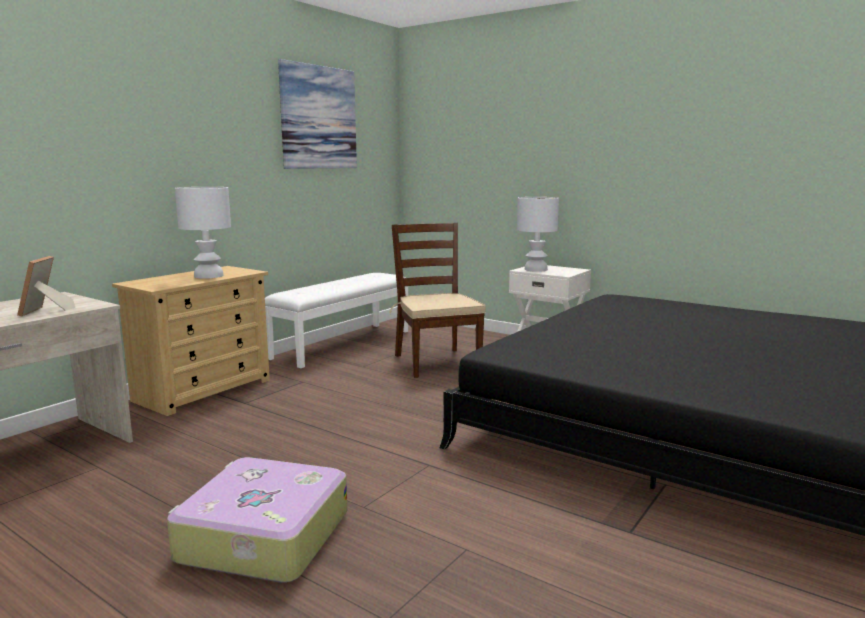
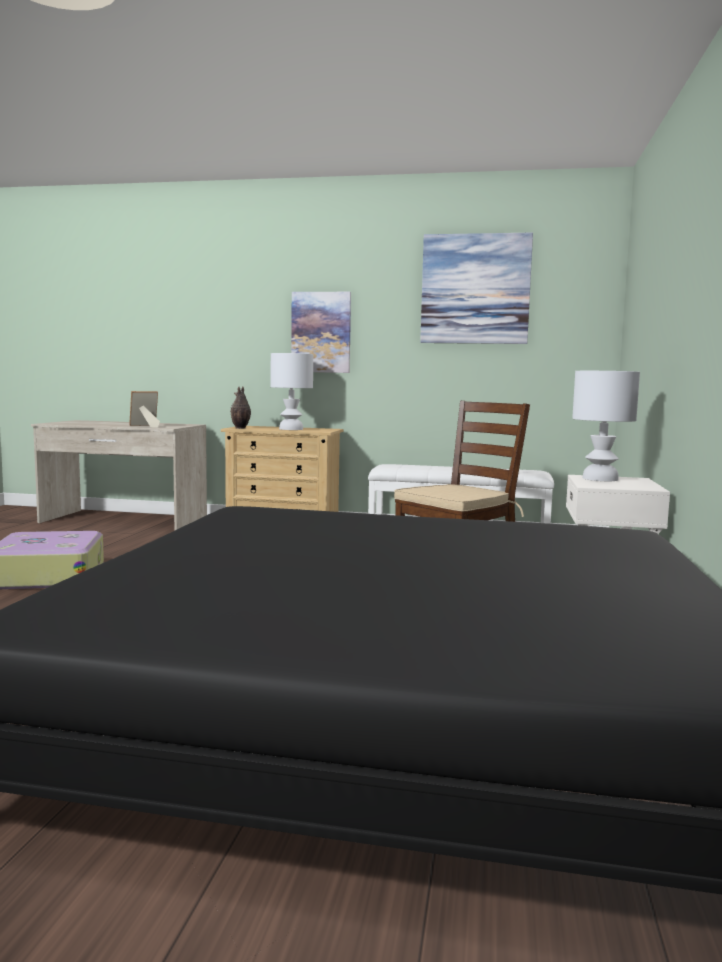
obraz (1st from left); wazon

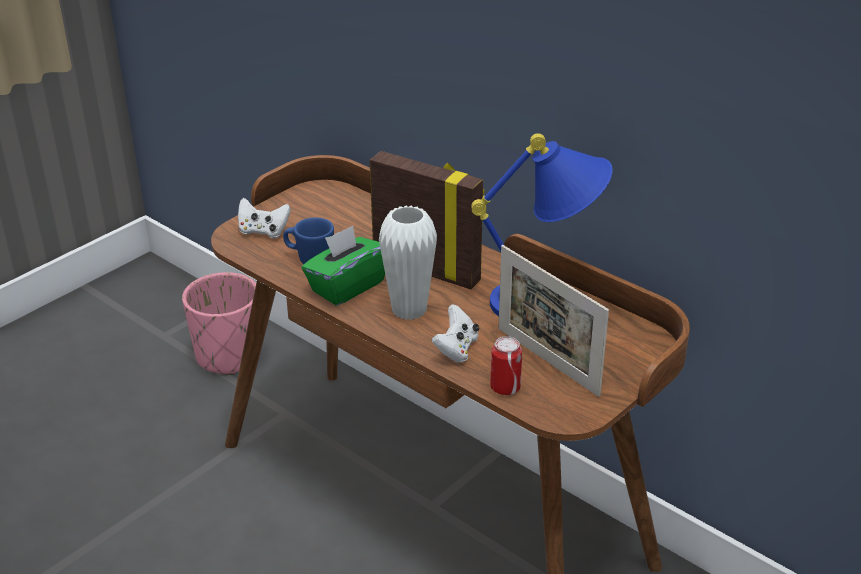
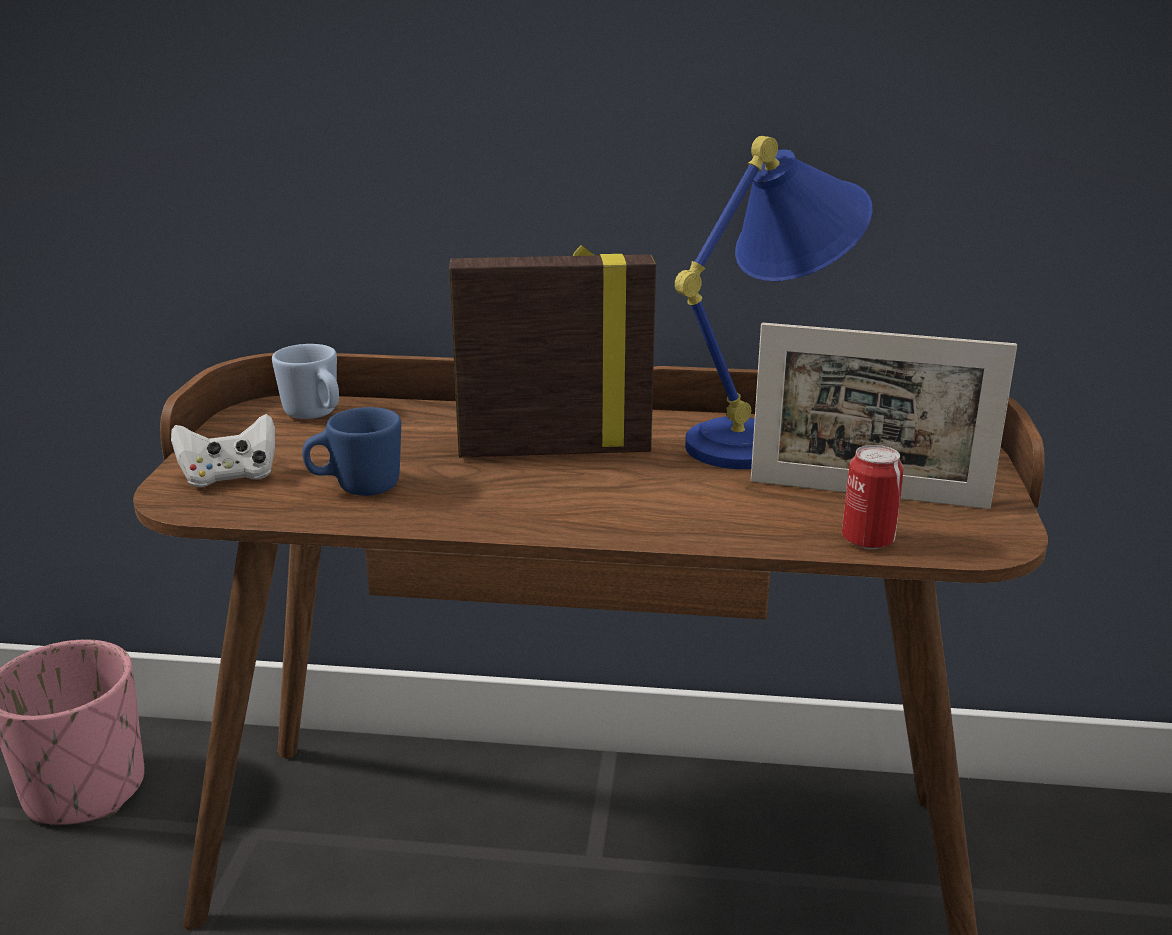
wazon/biały; pudełko chusteczek/zielony; pad do gier/biały (2nd from left in the first image); kubek/niebieski (1st from left)

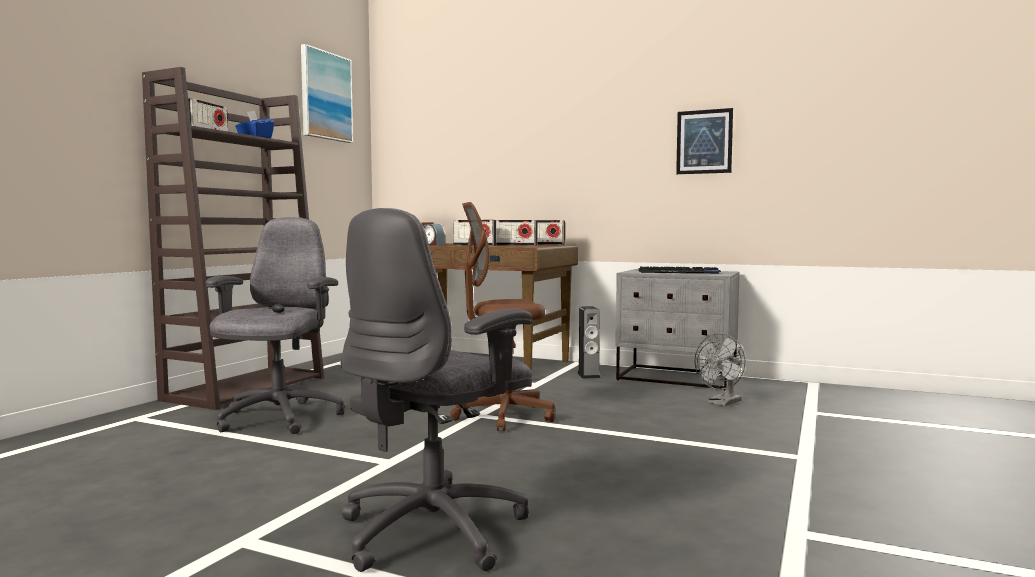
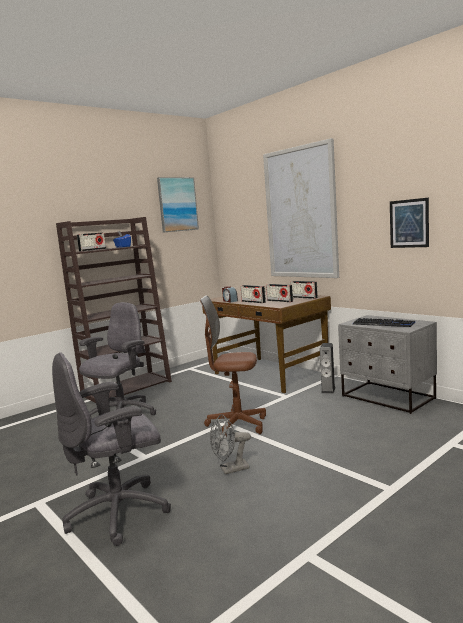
wentylator/szary; obraz (2nd from left)

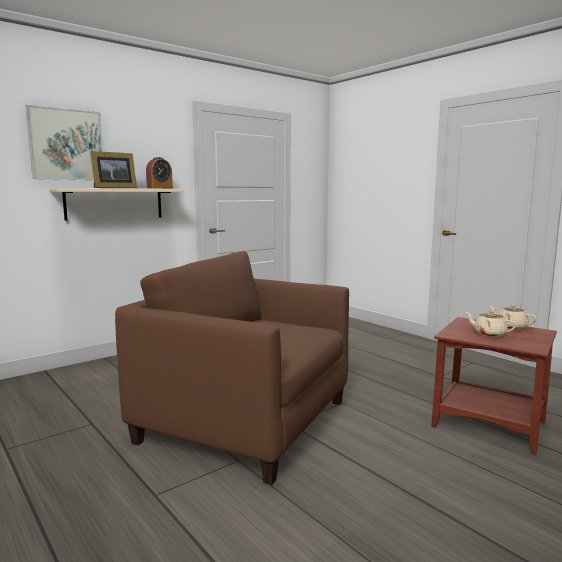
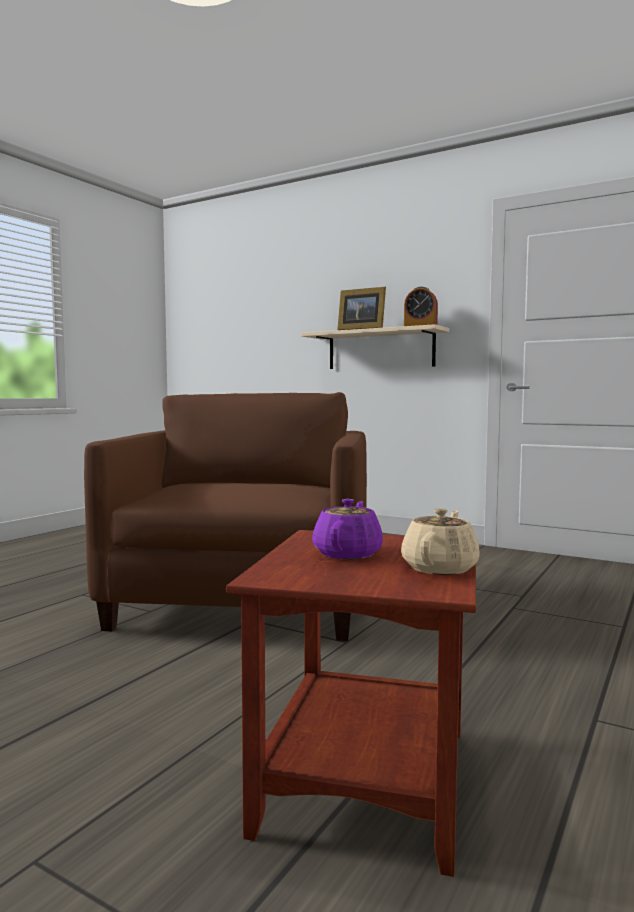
obraz; imbryk/fioletowy

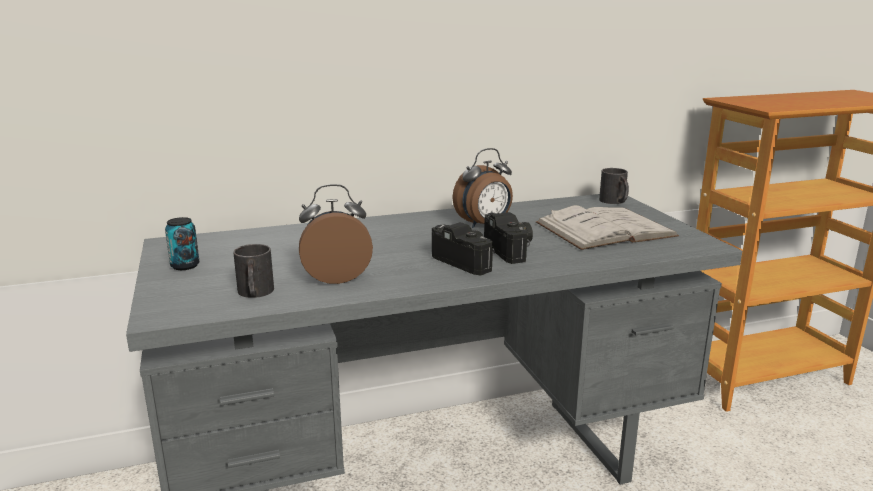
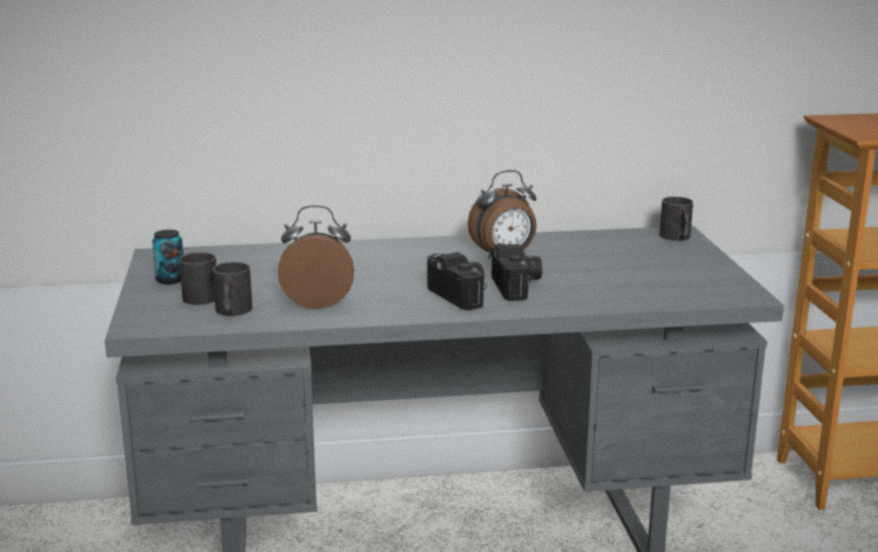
książka/biały; kubek/czarny (1st from left)

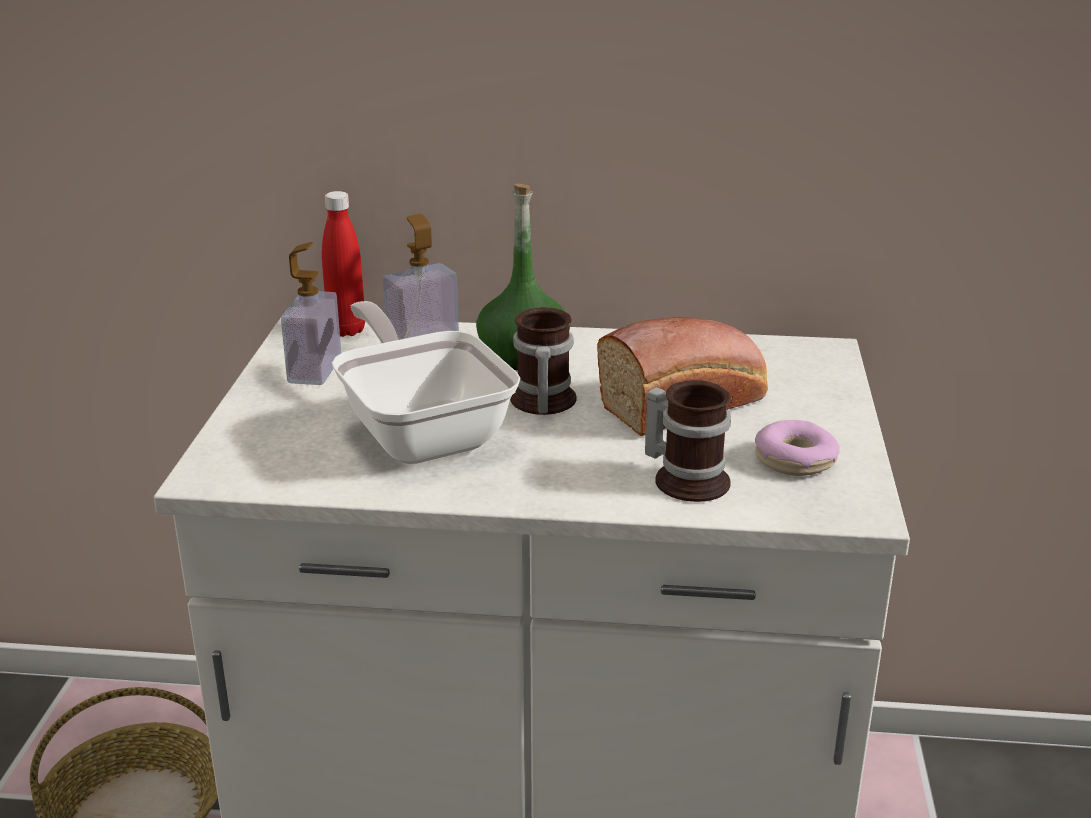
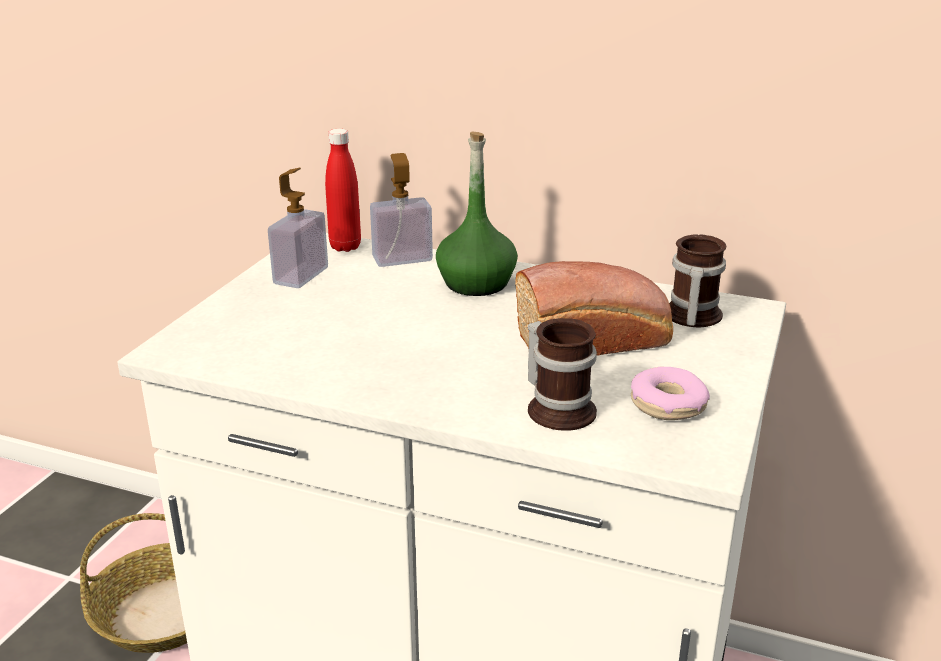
patelnia; kubek (2nd from left)

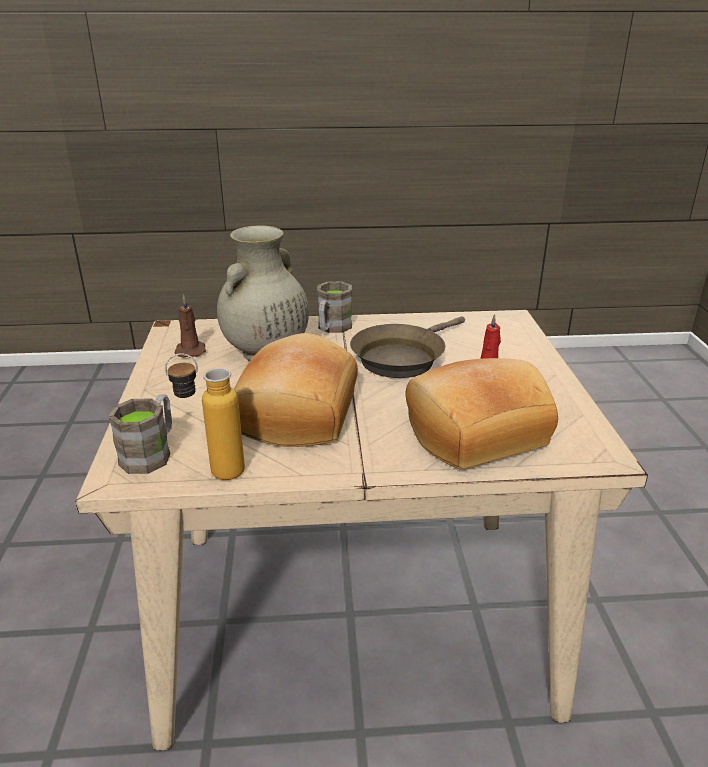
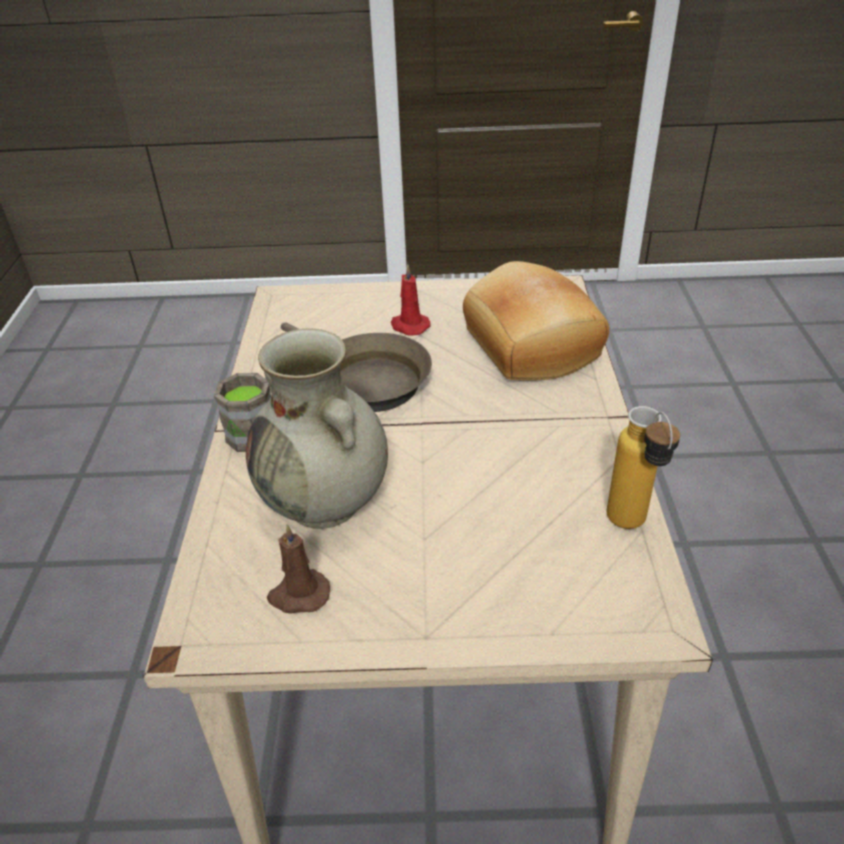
chleb (1st from left in the first image); kubek/brązowy (1st from left in the first image)

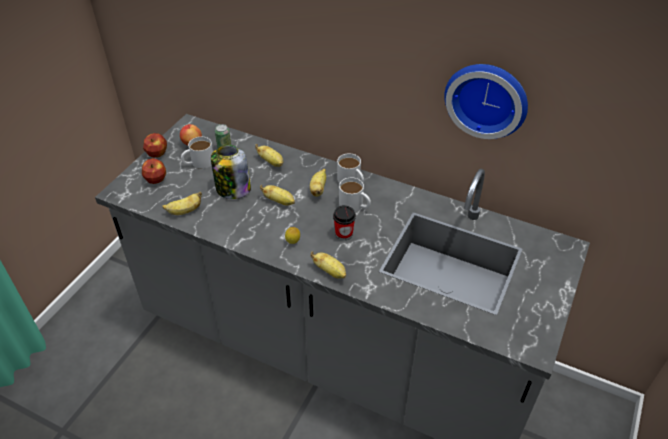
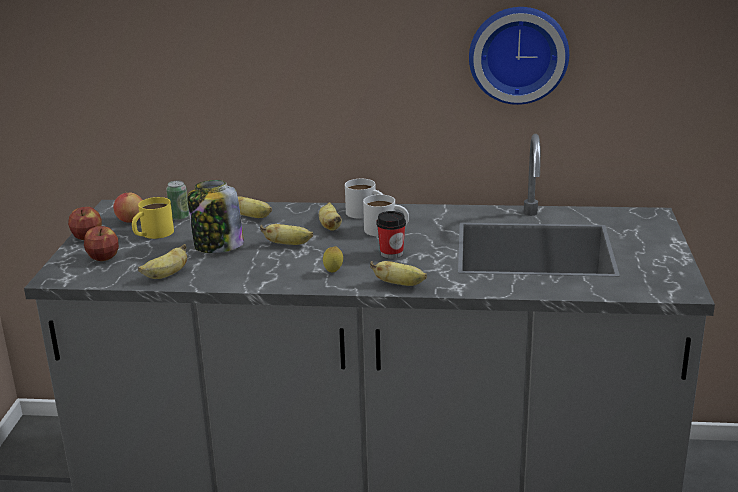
kubek/żółty

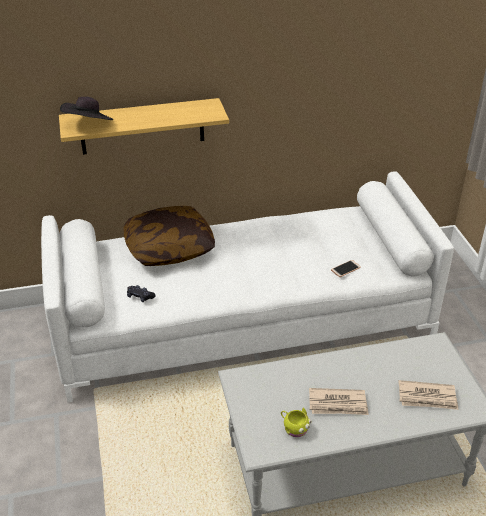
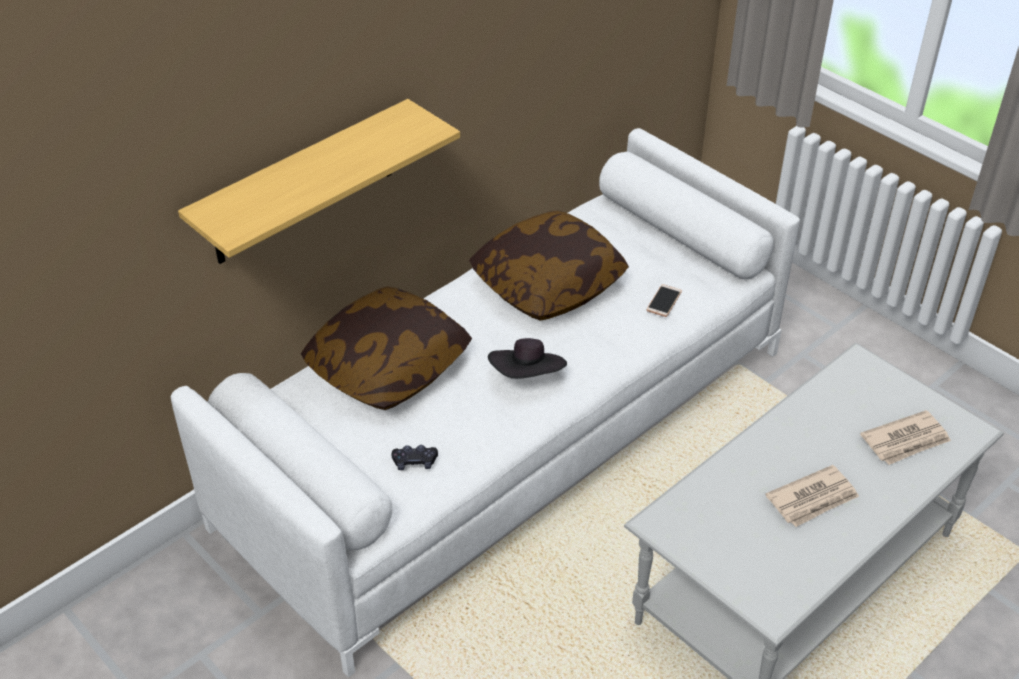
kapelusz/czarny; kubek/żółty; poduszka (2nd from left)

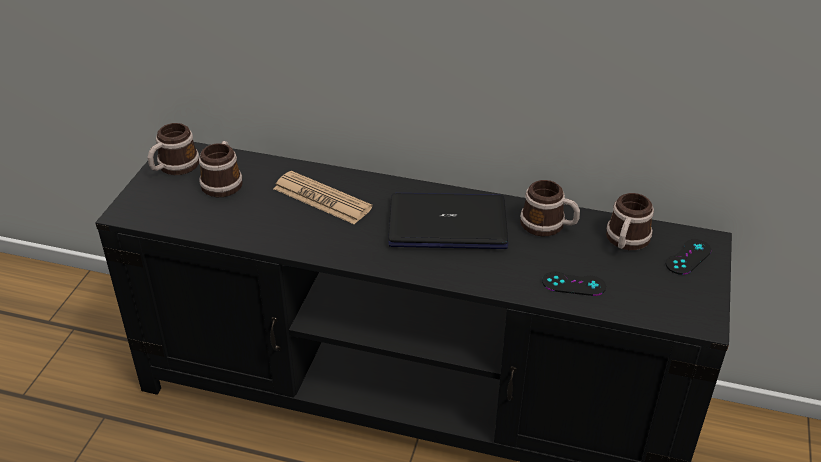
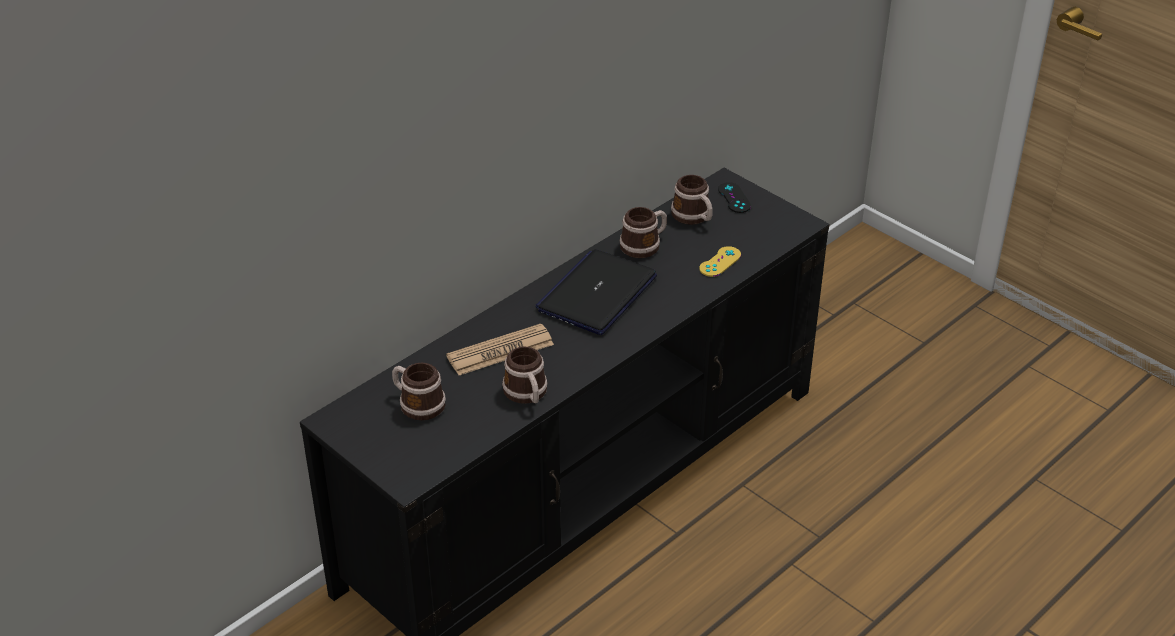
kubek (2nd from left); pad do gier/żółty

